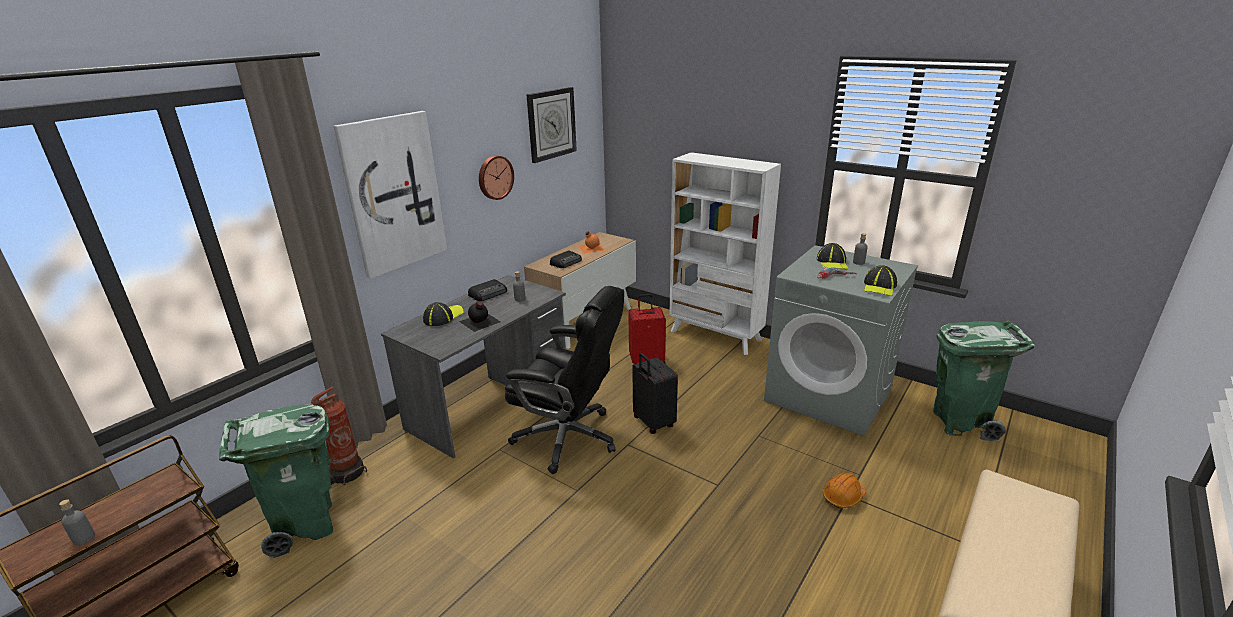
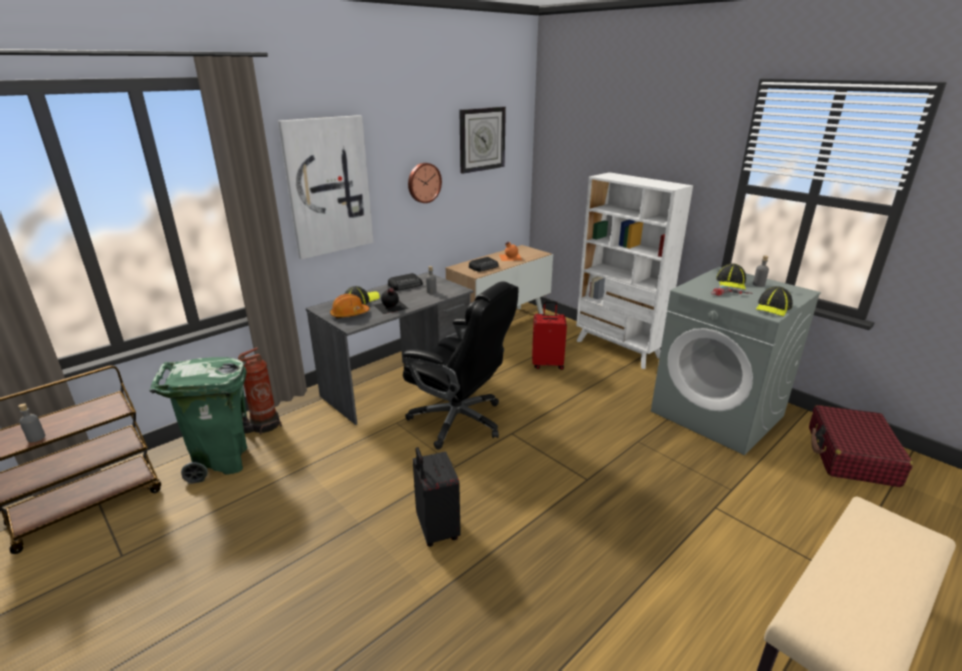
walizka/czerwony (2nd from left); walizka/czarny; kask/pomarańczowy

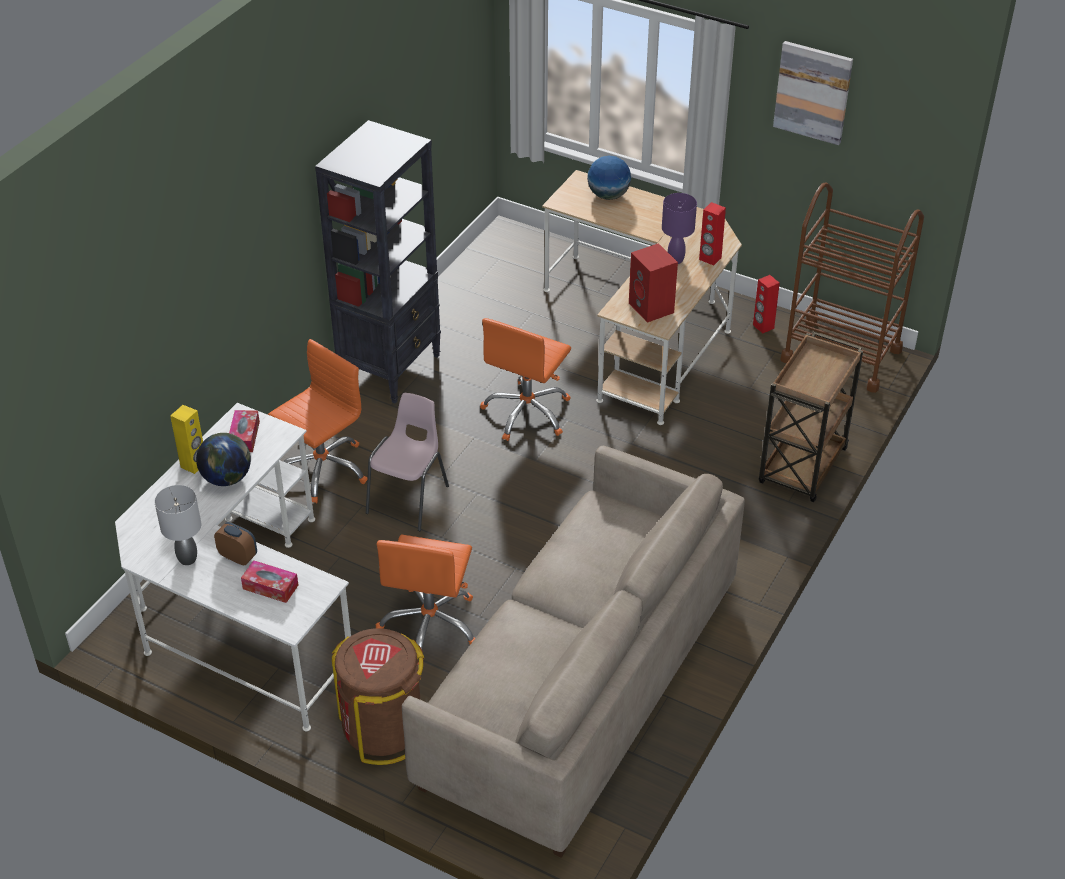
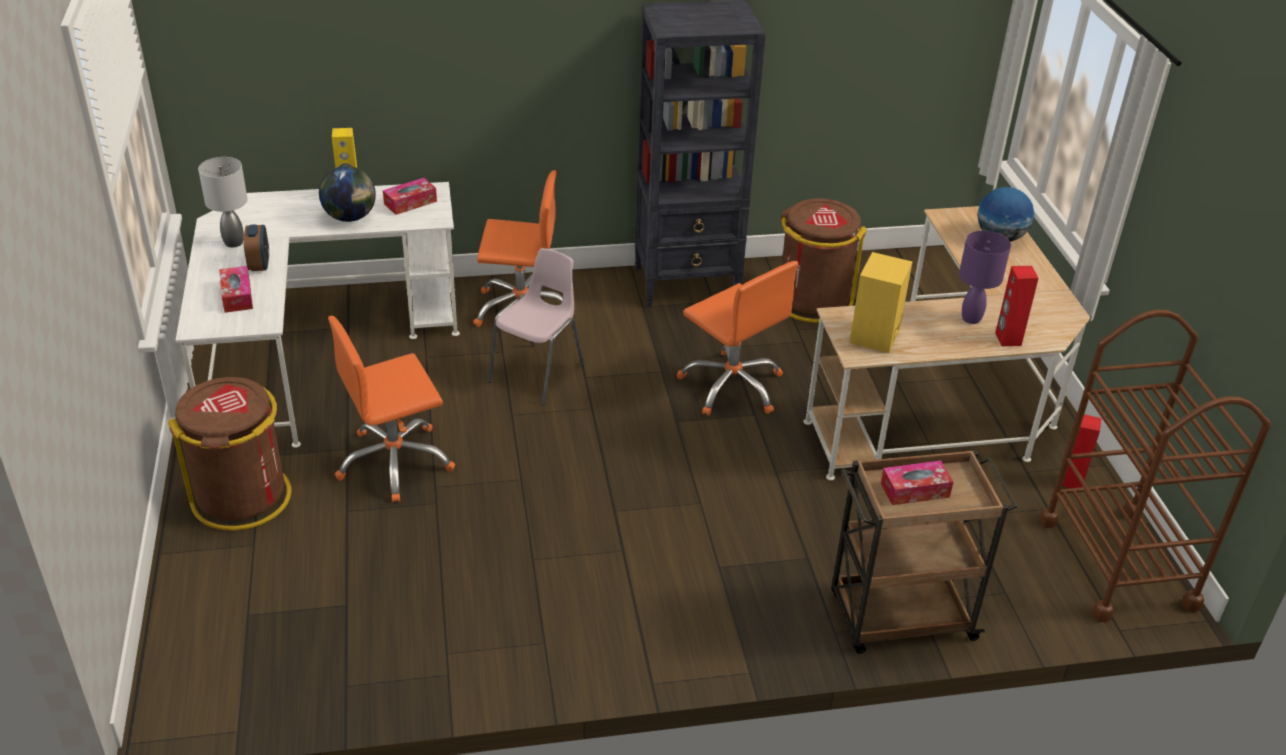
obraz; głośnik/żółty (2nd from left); krzesło biurowe/pomarańczowy (3rd from left); krzesło/różowy; kanapa/beżowy; kosz na śmieci/brązowy (2nd from left); pudełko chusteczek (3rd from left)

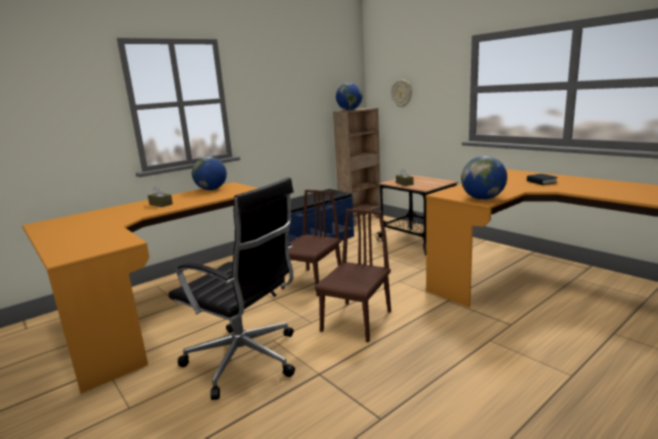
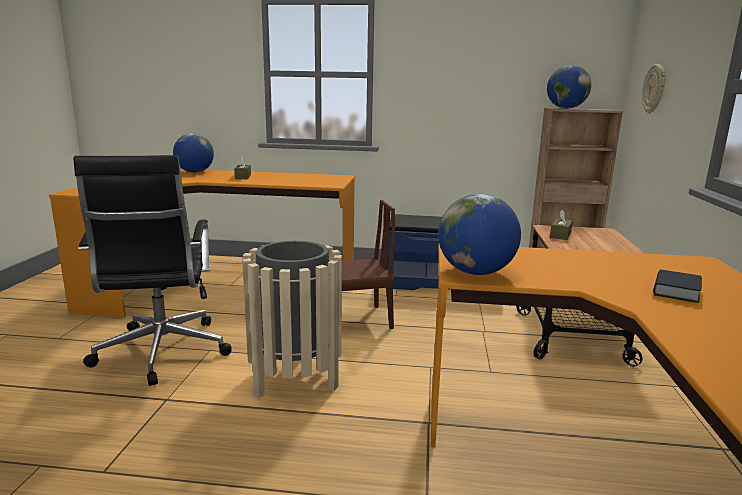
globus (1st from left); kosz na śmieci/beżowy

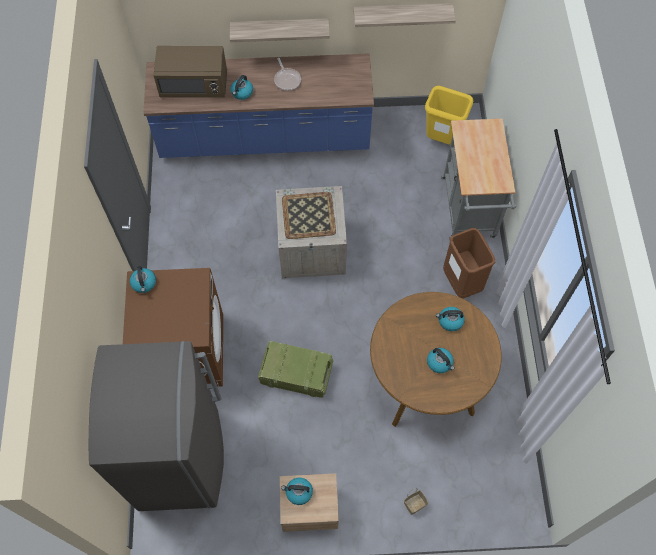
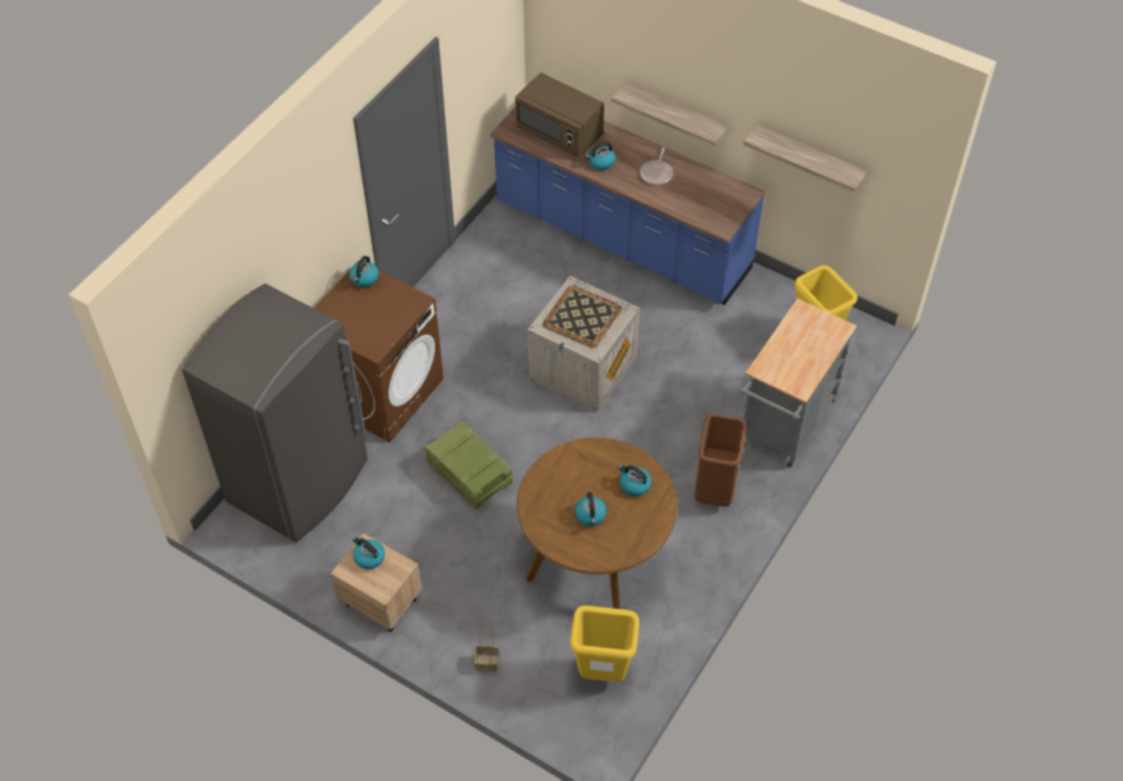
kosz na śmieci/żółty (1st from left)

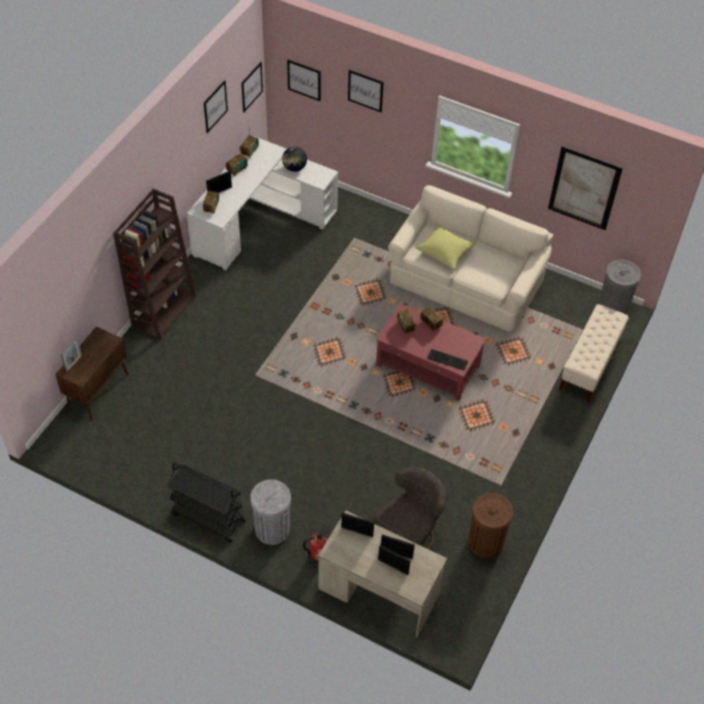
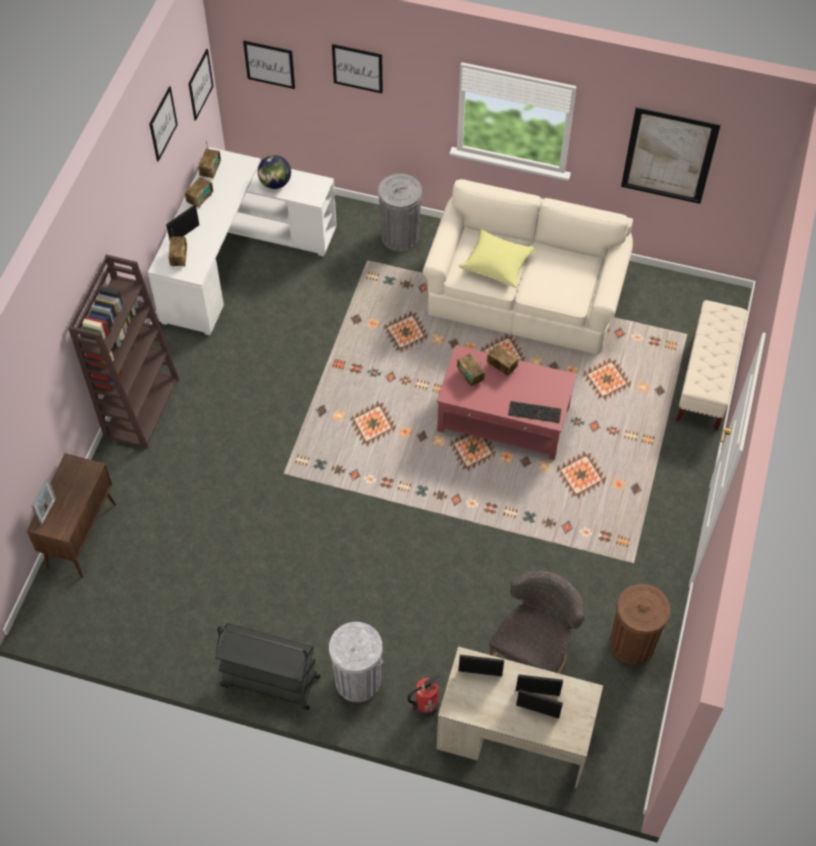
kosz na śmieci/szary (2nd from left)

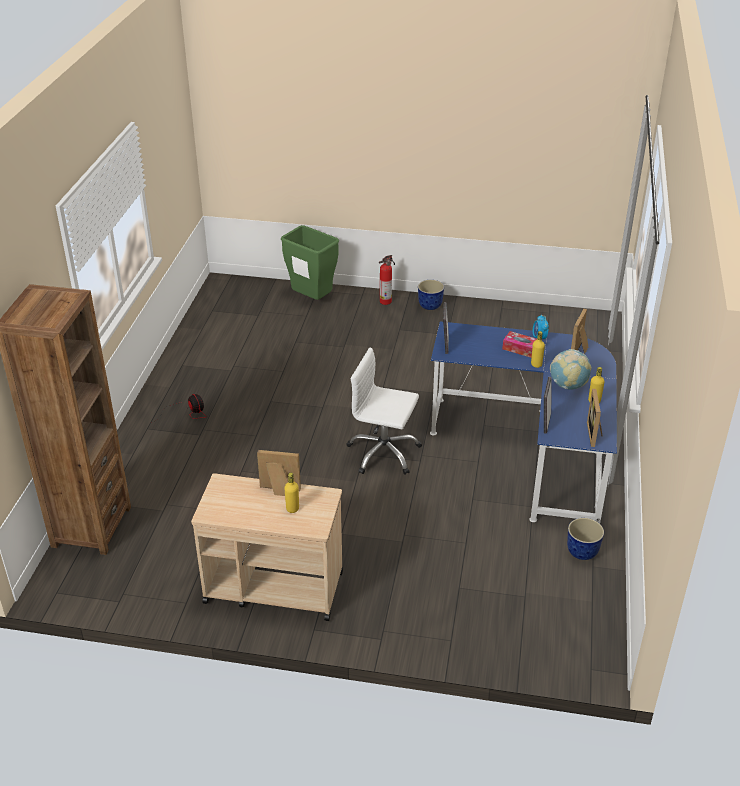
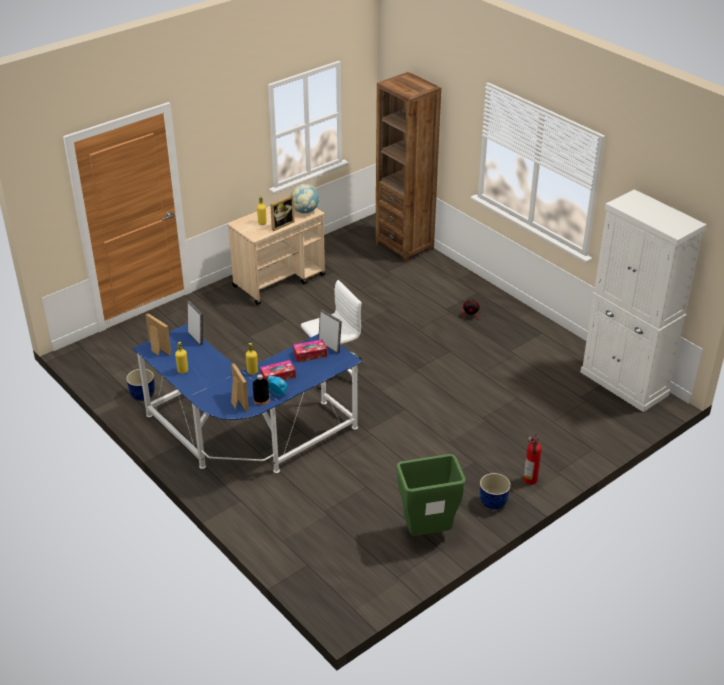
kosz na śmieci/zielony; globus; szafka/biały; pudełko chusteczek (2nd from left); butelka/czarny

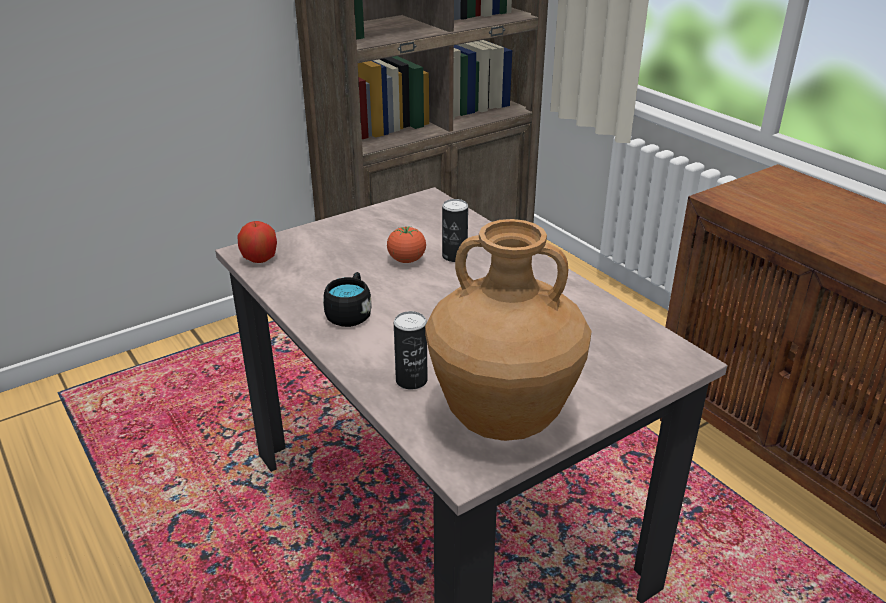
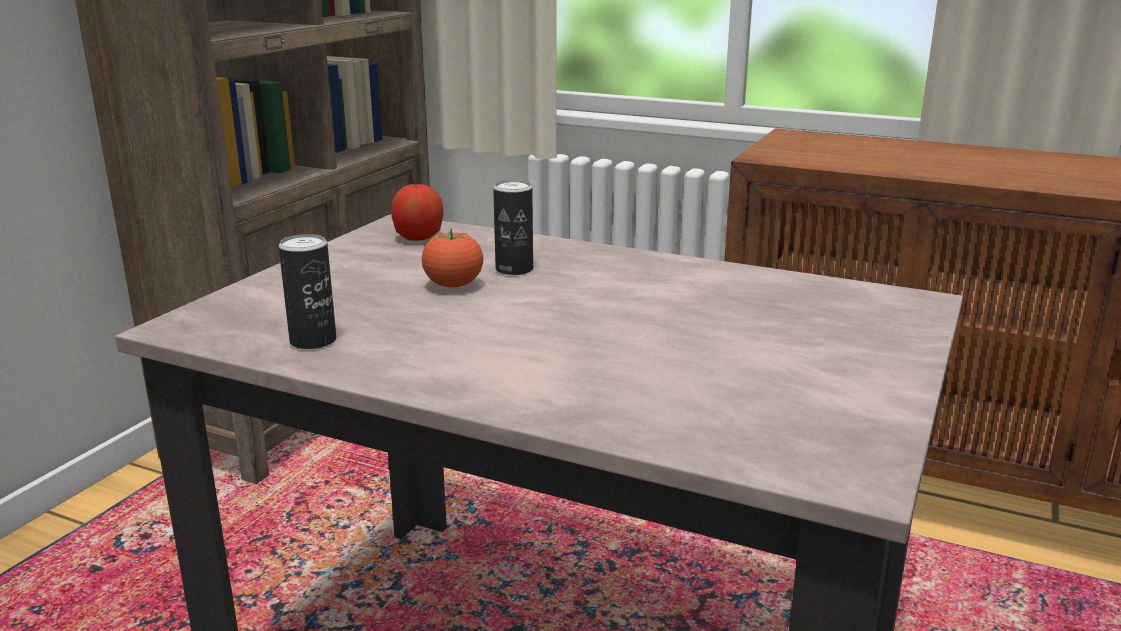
wazon/brązowy; jabłko; kubek/czarny; puszka (1st from left)

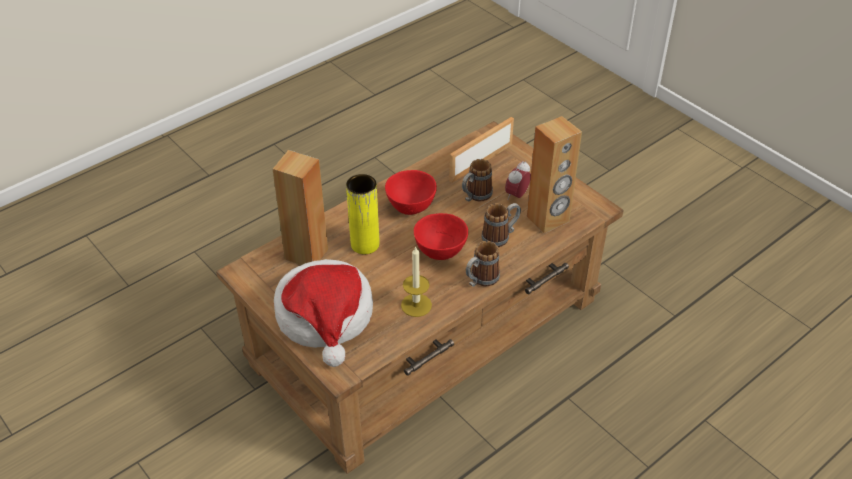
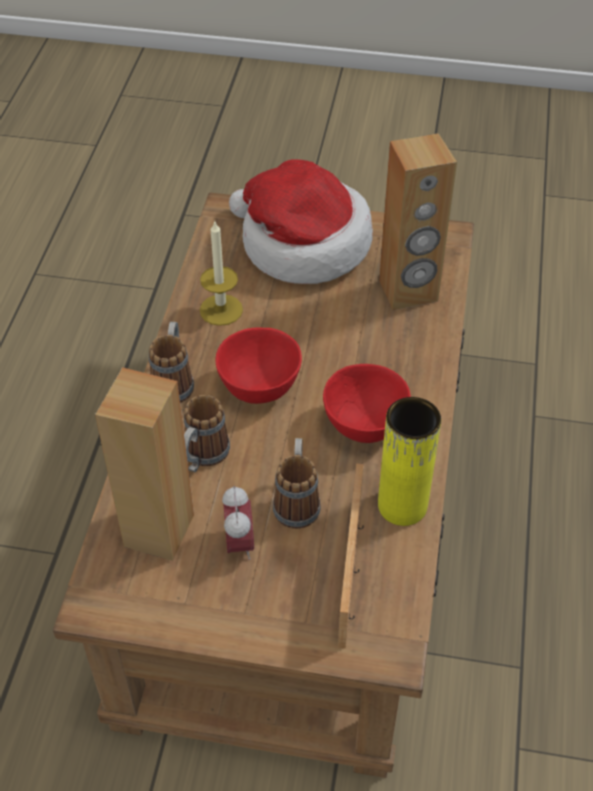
wazon/żółty

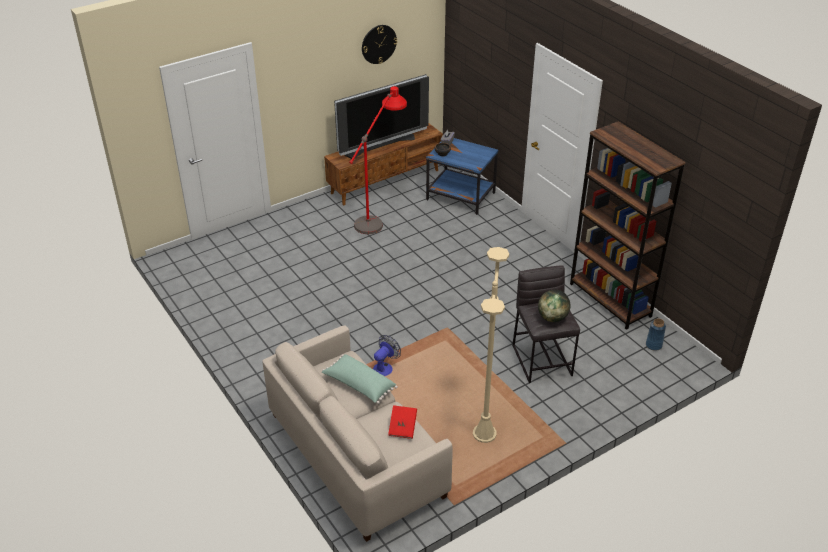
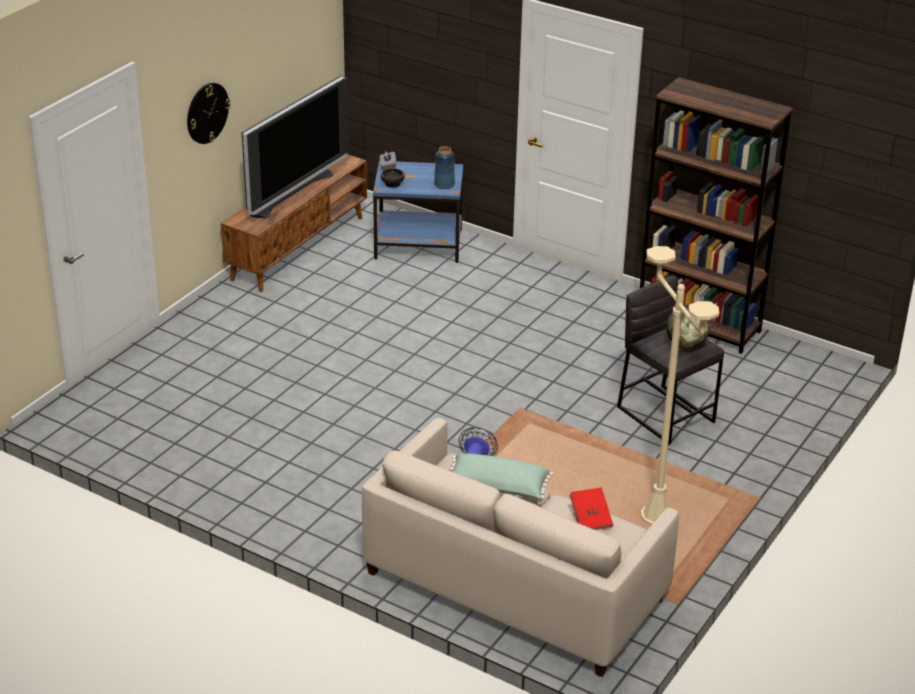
zegar ścienny; lampa stojąca/czerwony; wazon/niebieski

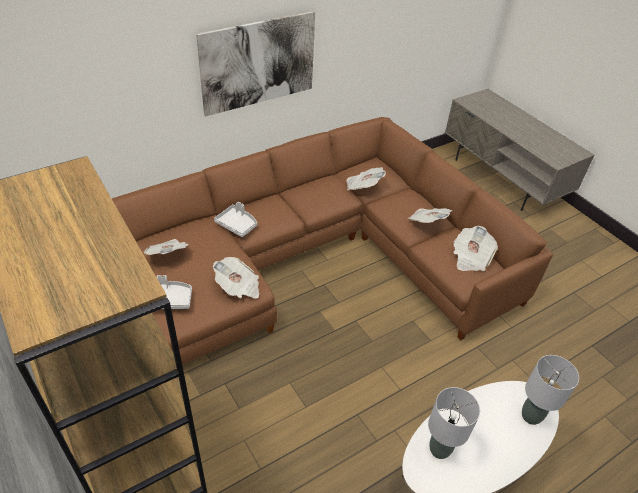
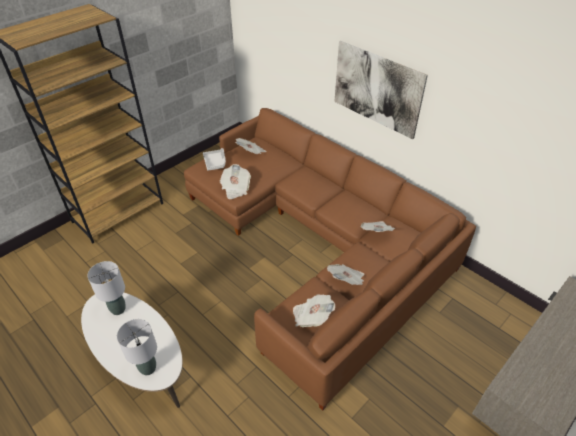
taca/szary (2nd from left in the first image)

